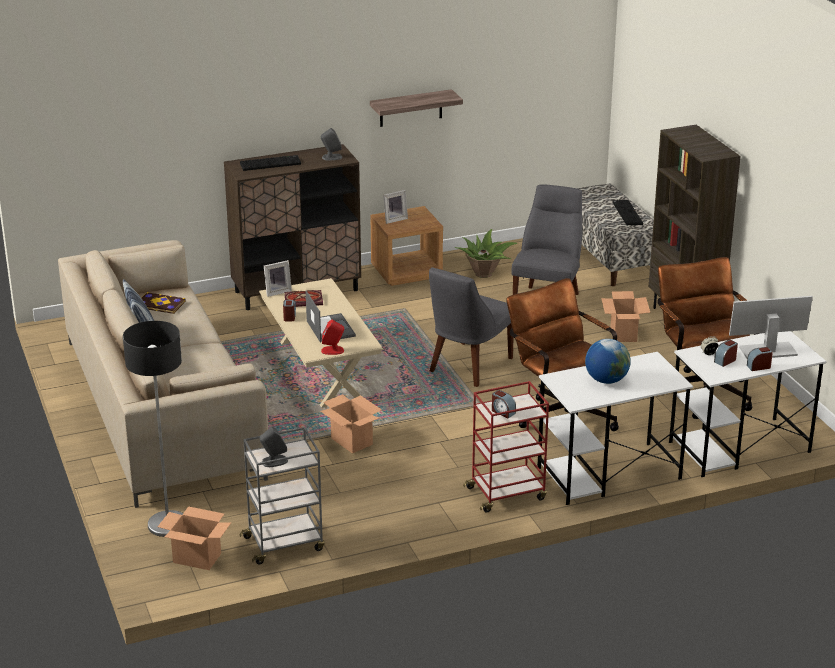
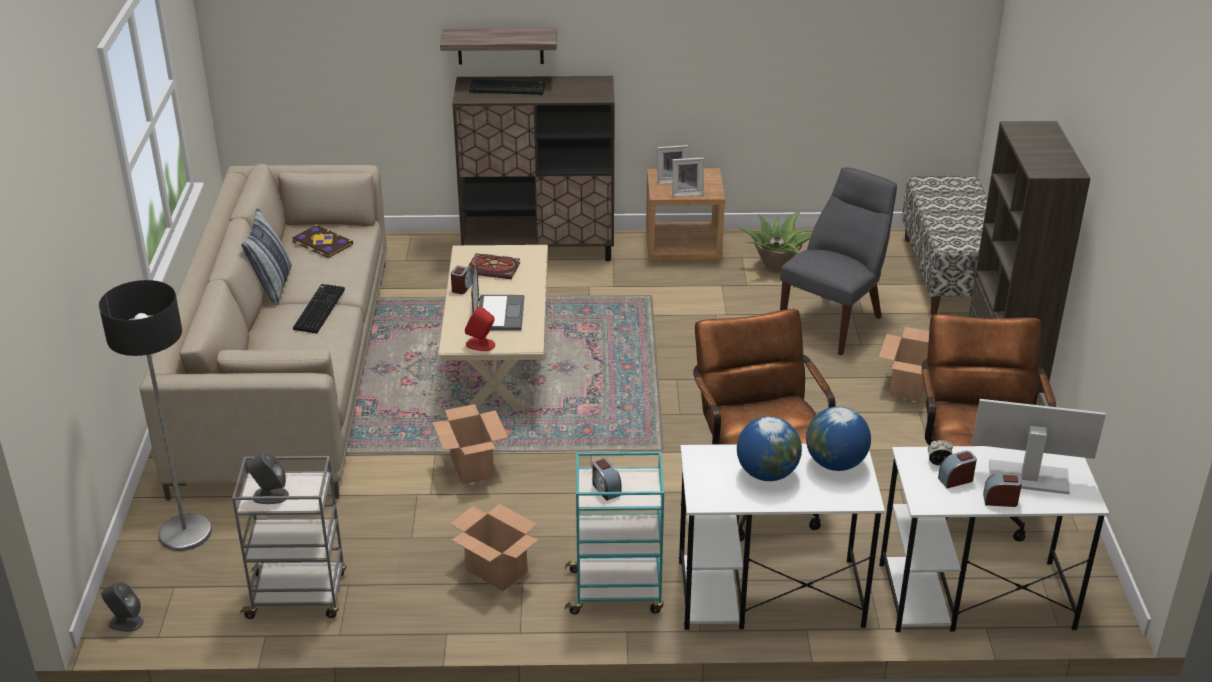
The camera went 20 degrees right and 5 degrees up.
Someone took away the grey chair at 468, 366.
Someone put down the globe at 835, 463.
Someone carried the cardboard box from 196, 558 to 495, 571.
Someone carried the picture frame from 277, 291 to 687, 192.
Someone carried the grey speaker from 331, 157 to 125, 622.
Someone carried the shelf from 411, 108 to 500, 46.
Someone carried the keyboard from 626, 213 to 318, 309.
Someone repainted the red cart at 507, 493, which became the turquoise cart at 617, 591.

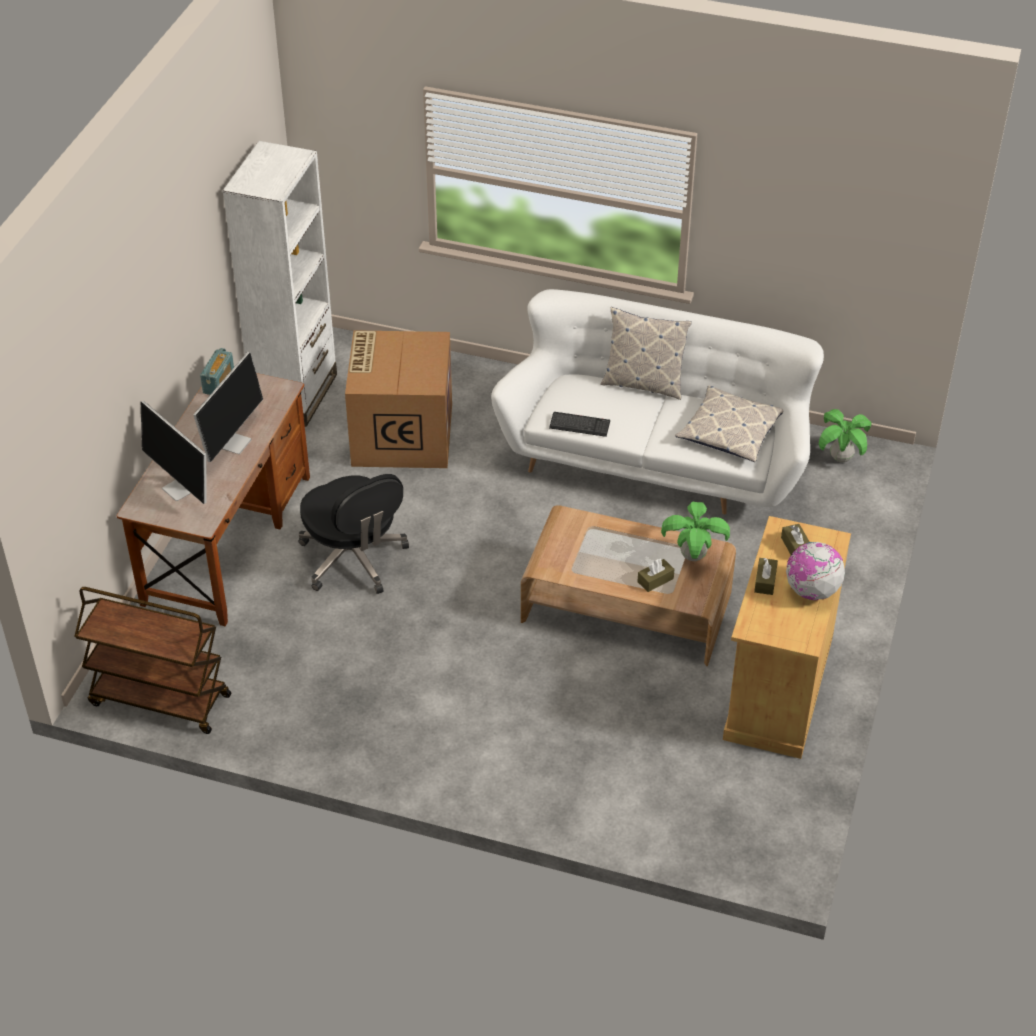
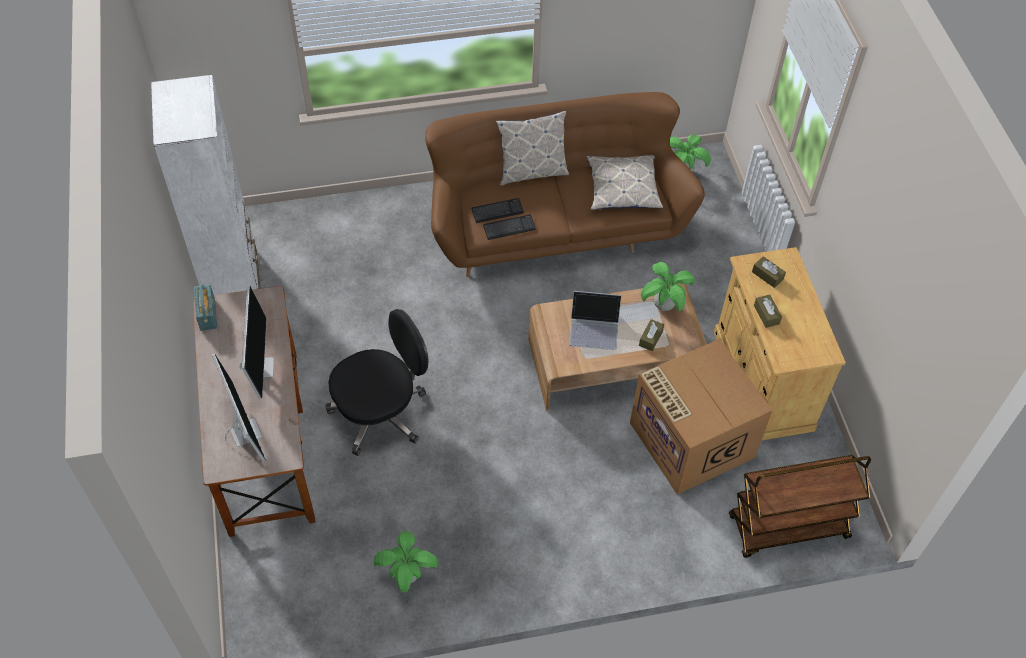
The camera went 30 degrees left and 10 degrees up.
Someone took away the globe at 811, 591.
Someone put down the potted plant at 408, 576.
Someone put down the keyboard at 497, 211.
Someone put down the laptop at 594, 328.
Someone carried the brown cart from 159, 700 to 787, 528.
Someone carried the cardboard box from 401, 433 to 689, 439.
Someone repainted the white sofa at 656, 459, which became the brown sofa at 555, 226.
Someone rotated the monitor at 181, 488 by 135 degrees counterclockwise.
Someone rotated the black office chair at 354, 559 by 60 degrees counterclockwise.

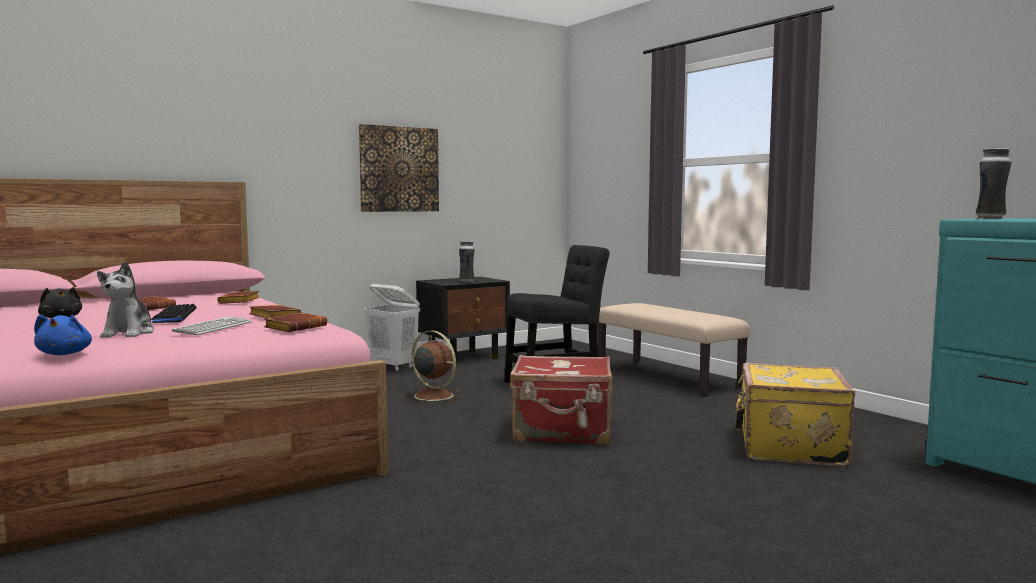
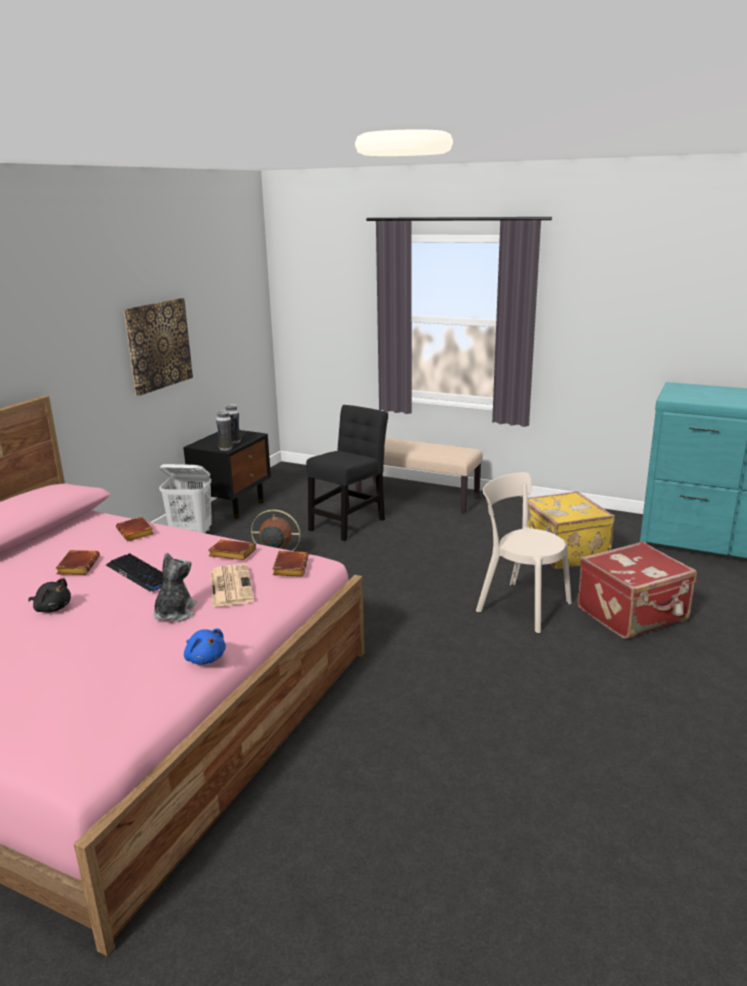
The camera went 30 degrees left and 15 degrees up.
Someone put down the beige chair at 519, 605.
Someone carried the red suitcase from 563, 432 to 633, 615.
Someone carried the vase from 991, 218 to 226, 449.
Someone swapped the keyboard at 213, 327 for the newspaper at 230, 586.
Someone rotated the plush toy at 129, 333 by 135 degrees counterclockwise.

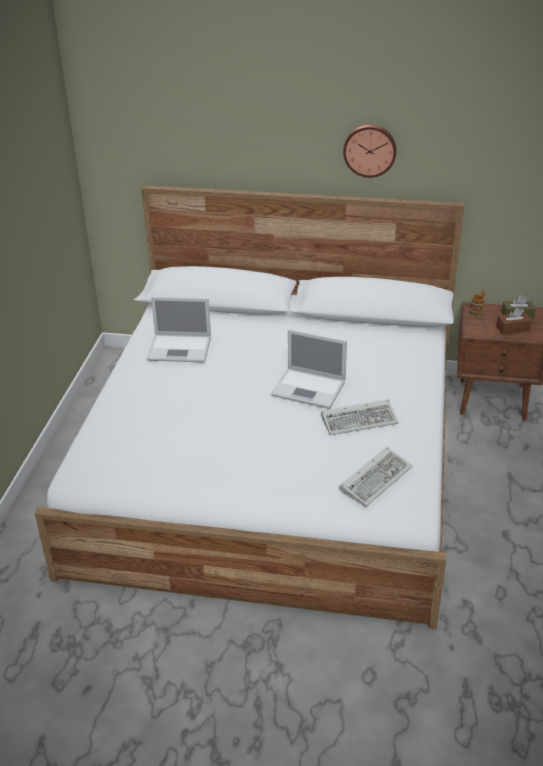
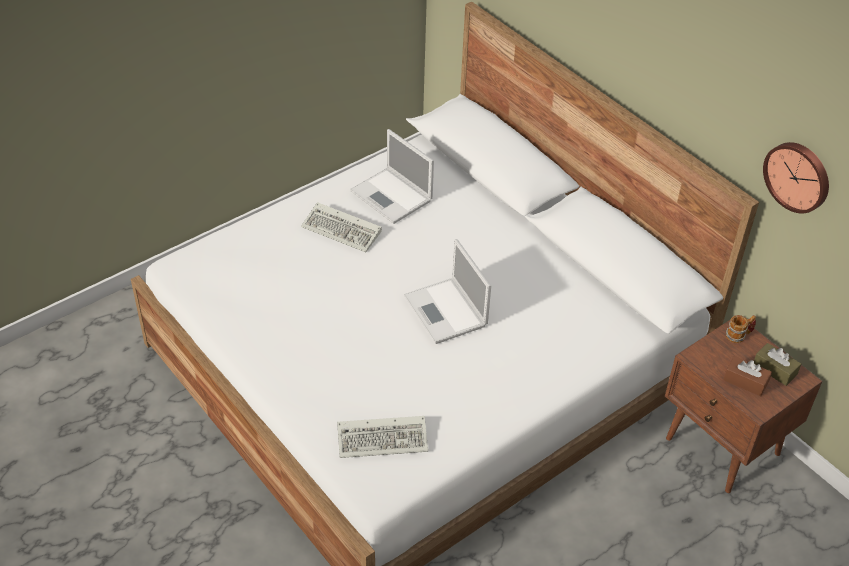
The camera went 40 degrees right and 10 degrees up.
Someone carried the keyboard from 360, 419 to 343, 230.
Someone carried the wall clock from 370, 150 to 798, 176.

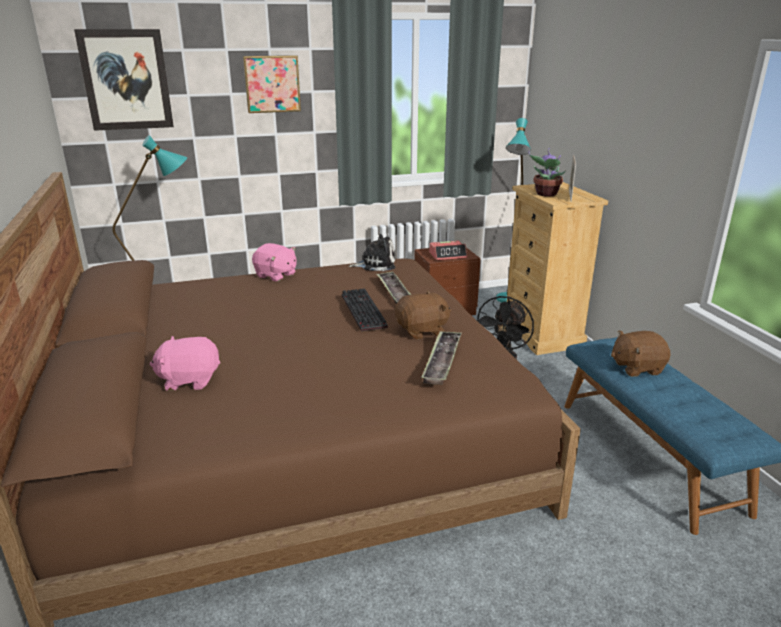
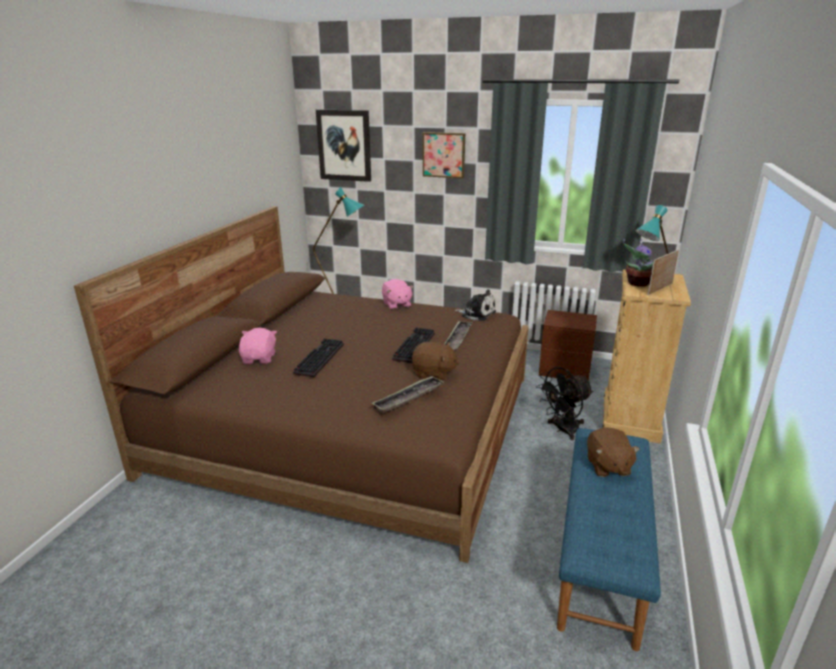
The camera went 35 degrees right and 0 degrees up.
Someone took away the alarm clock at 448, 255.
Someone put down the keyboard at 318, 358.
Someone rotated the pink plush toy at 189, 380 by 60 degrees clockwise.
Someone rotated the brown plush toy at 636, 367 by 120 degrees counterclockwise.

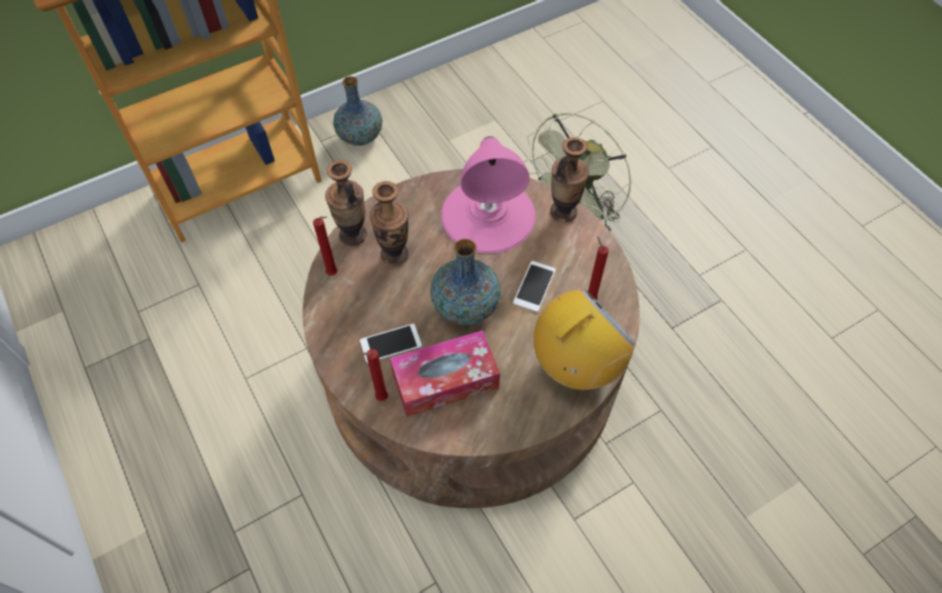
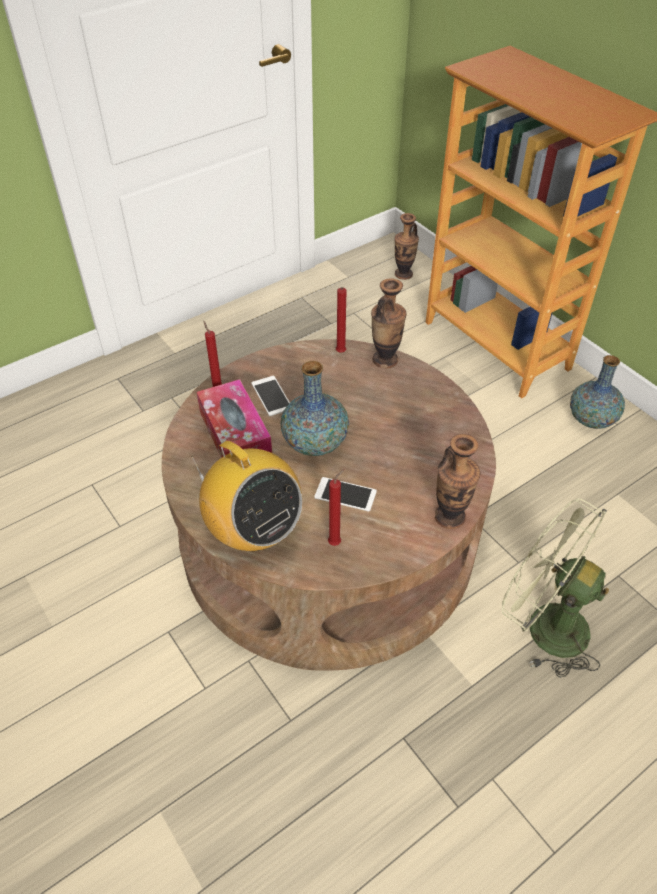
The camera went 85 degrees right and 10 degrees down.
Someone took away the pink table lamp at 488, 215.
Someone carried the vase from 394, 254 to 403, 274.

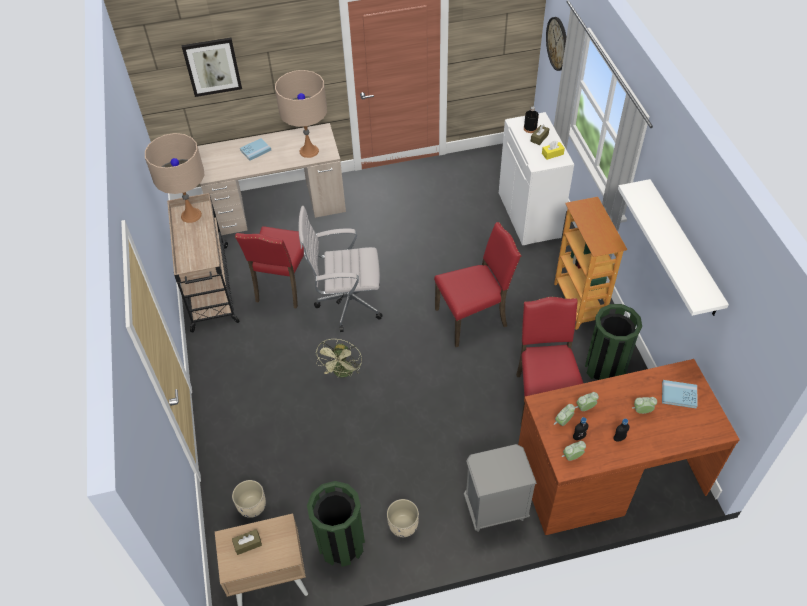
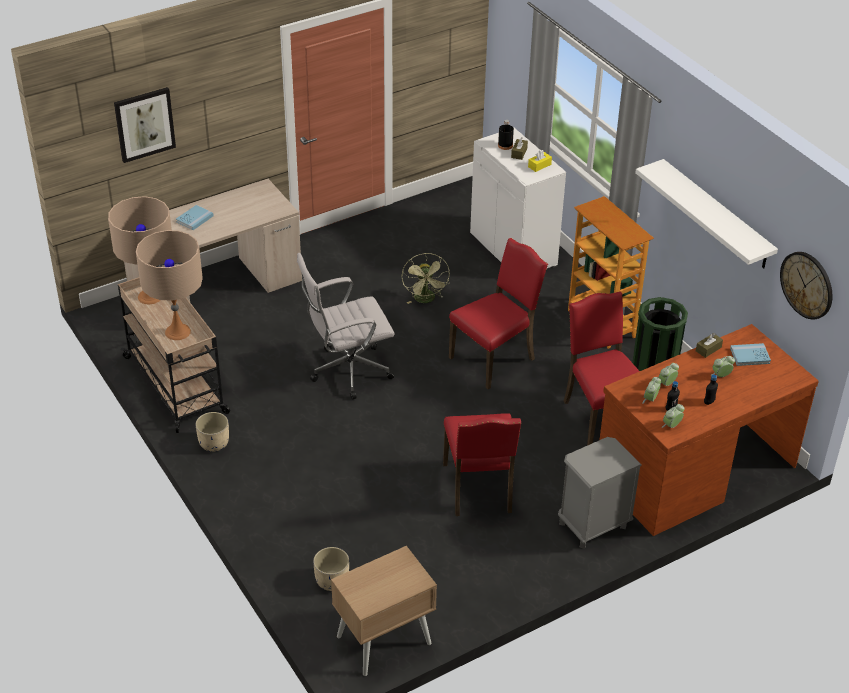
The camera went 20 degrees left and 10 degrees down.
Someone took away the green trash can at 341, 543.
Someone carried the brown tissue box from 247, 544 to 708, 349.
Someone carried the red chair from 283, 285 to 479, 489.
Someone carried the beige table lamp from 309, 151 to 177, 332.
Someone carried the green fan from 343, 373 to 426, 300.
Someone carried the beige planter from 403, 525 to 213, 443.
Someone carried the wall clock from 557, 43 to 807, 285.

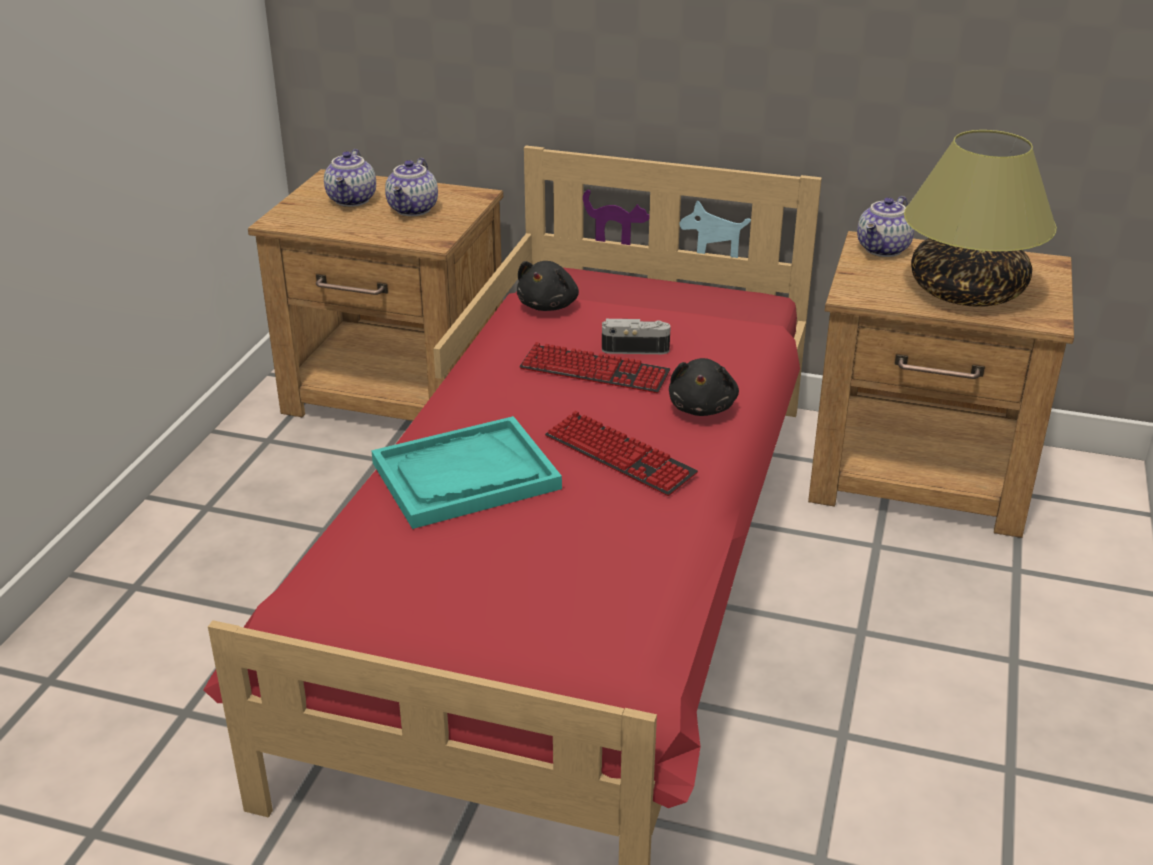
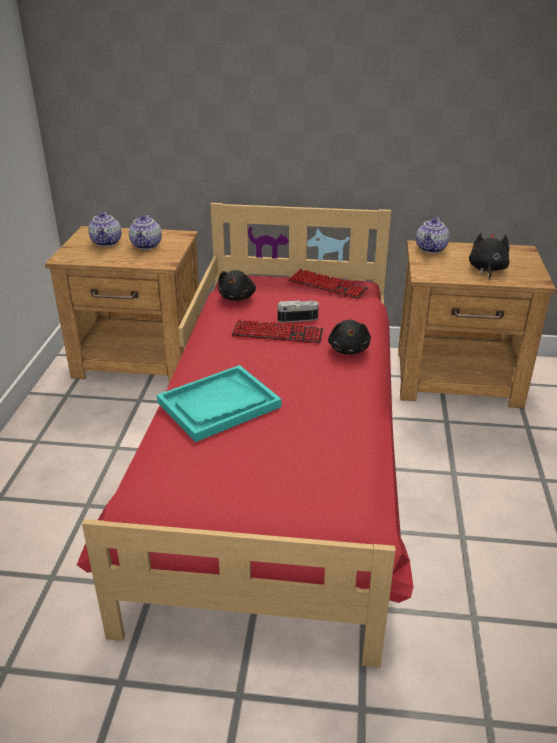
The camera went 10 degrees left and 0 degrees up.
Someone carried the keyboard from 619, 456 to 327, 286.
Someone swapped the table lamp at 965, 293 for the black plush toy at 487, 269.

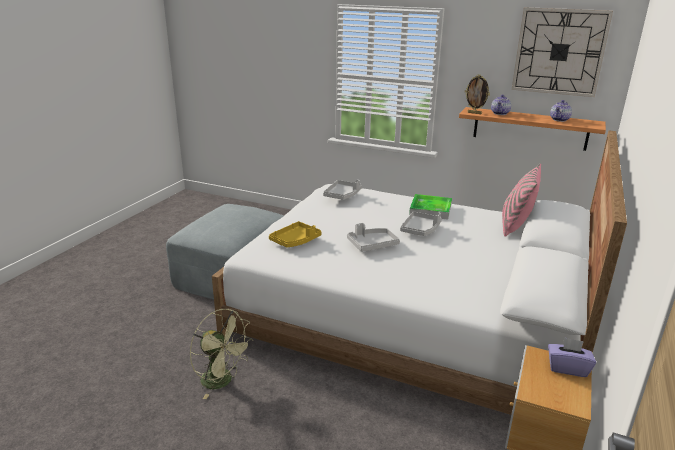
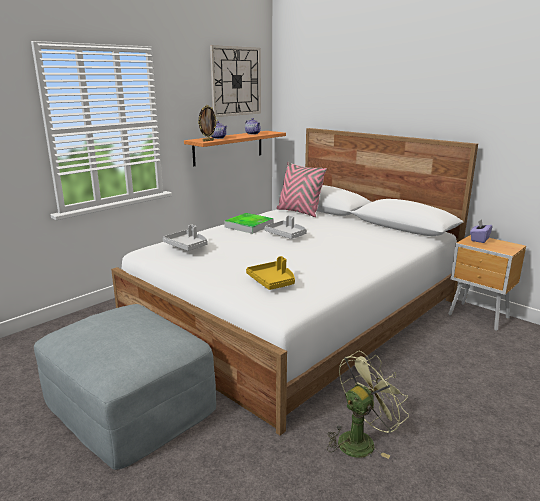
The camera went 70 degrees left and 5 degrees down.
Someone took away the grey tray at 372, 245.

